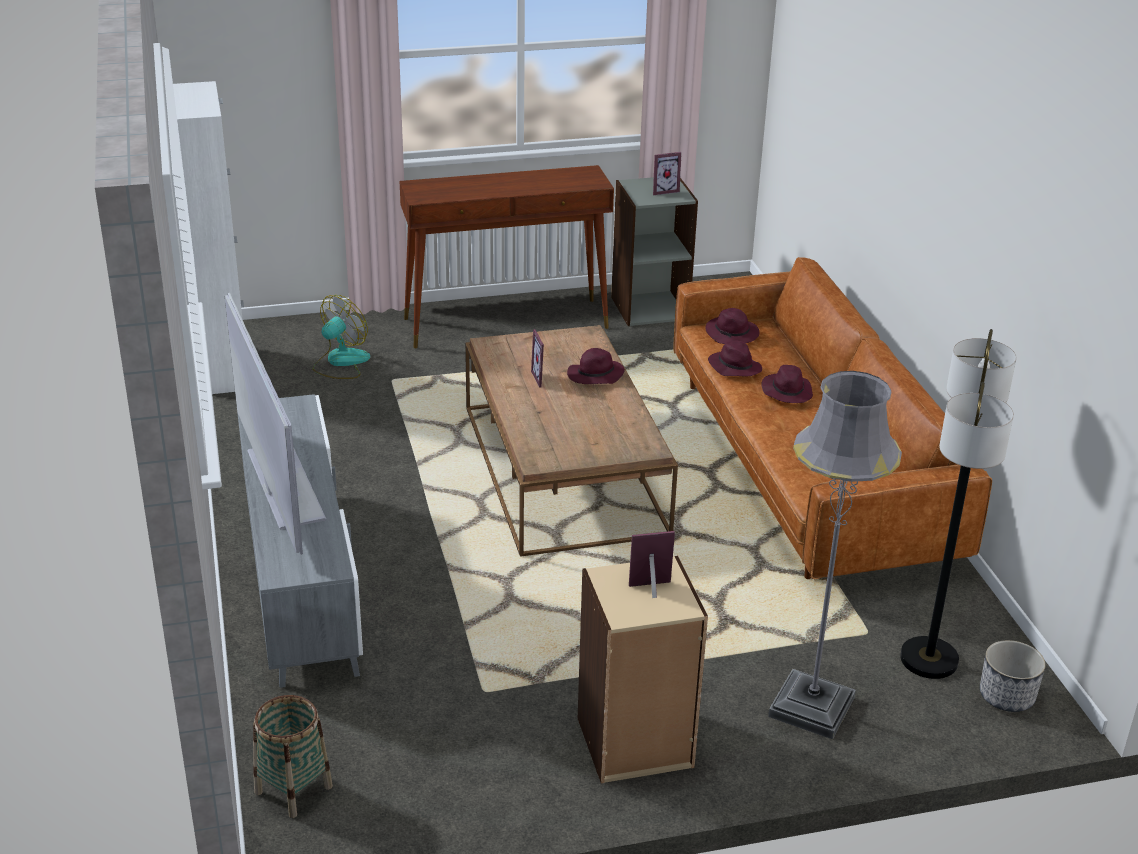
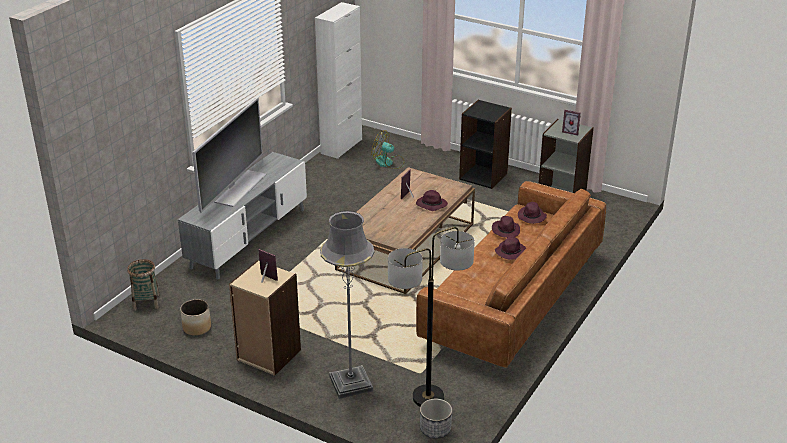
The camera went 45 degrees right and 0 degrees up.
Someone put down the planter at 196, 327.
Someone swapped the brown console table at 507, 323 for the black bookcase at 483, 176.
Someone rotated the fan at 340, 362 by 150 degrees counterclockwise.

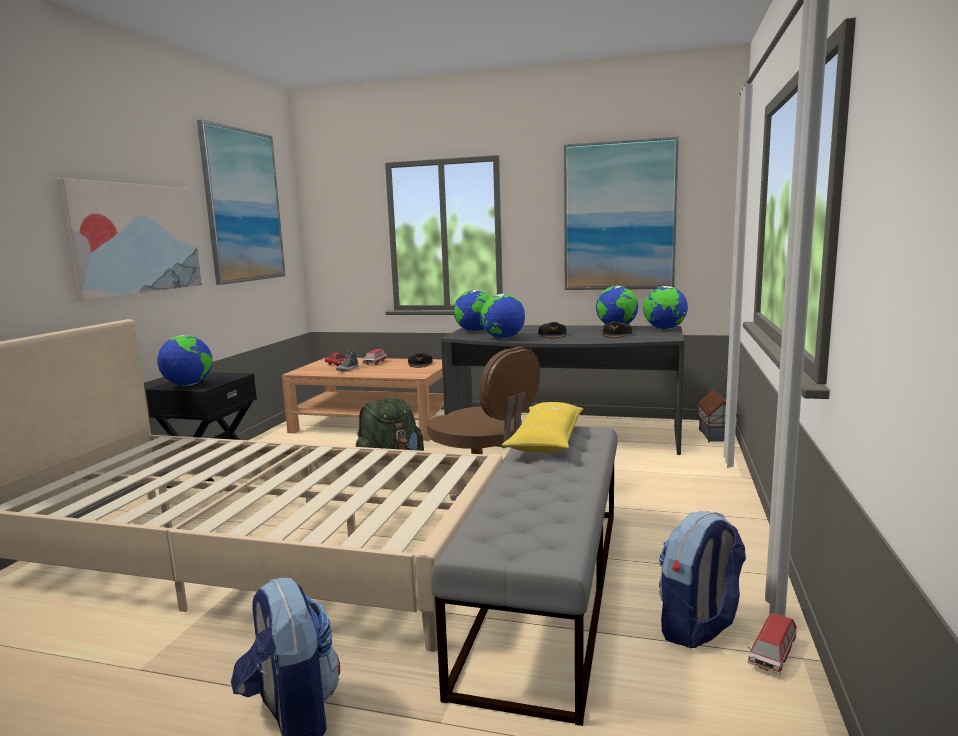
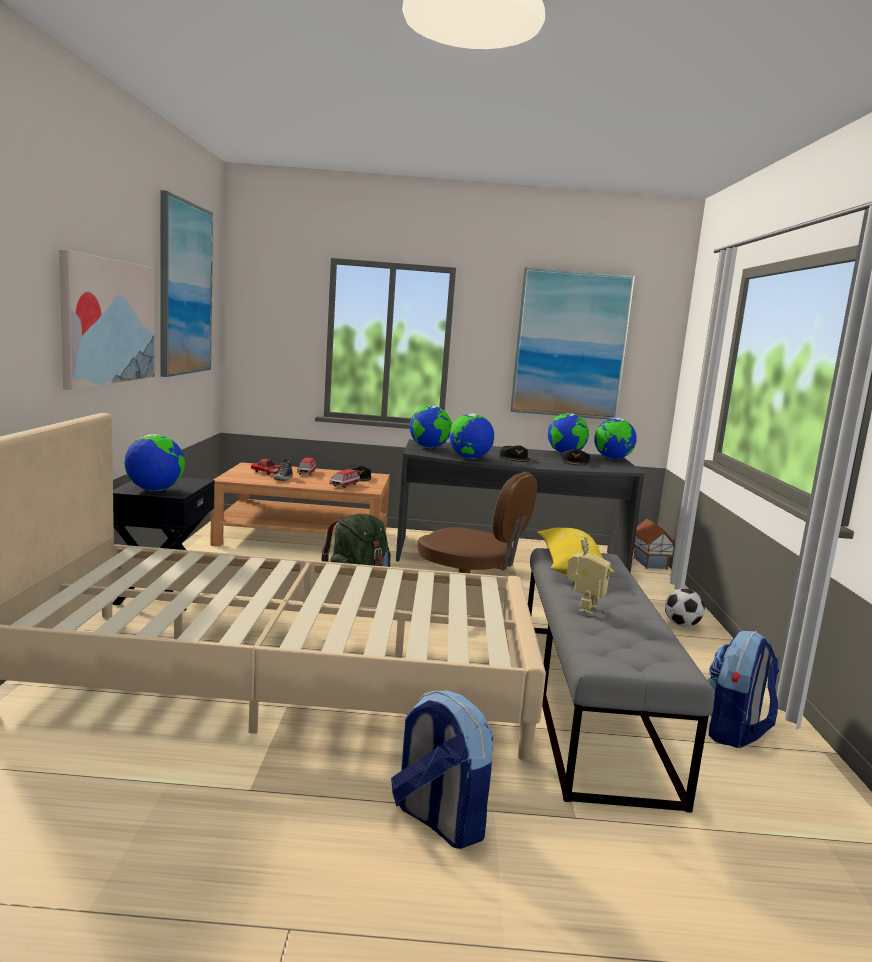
The camera went 15 degrees left and 0 degrees up.
Someone put down the toy robot at 583, 608.
Someone put down the football at 681, 625.
Someone carried the toy car from 772, 655 to 344, 485.

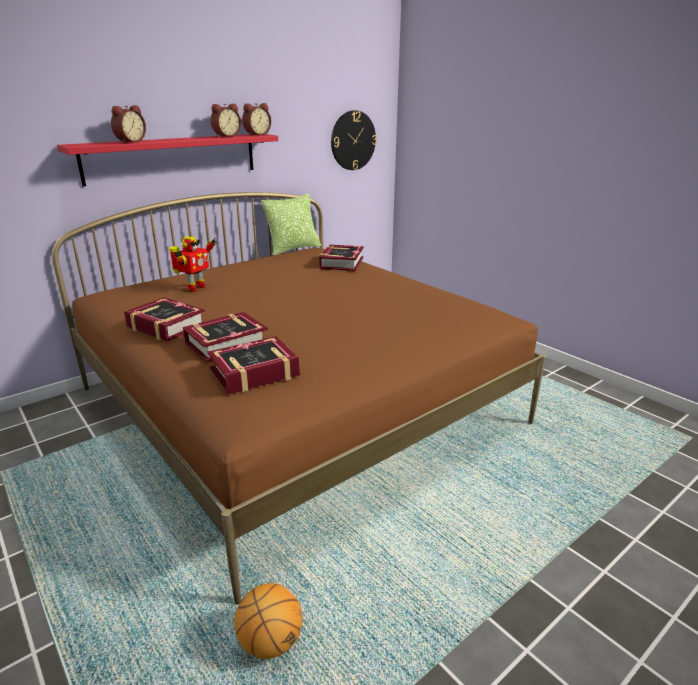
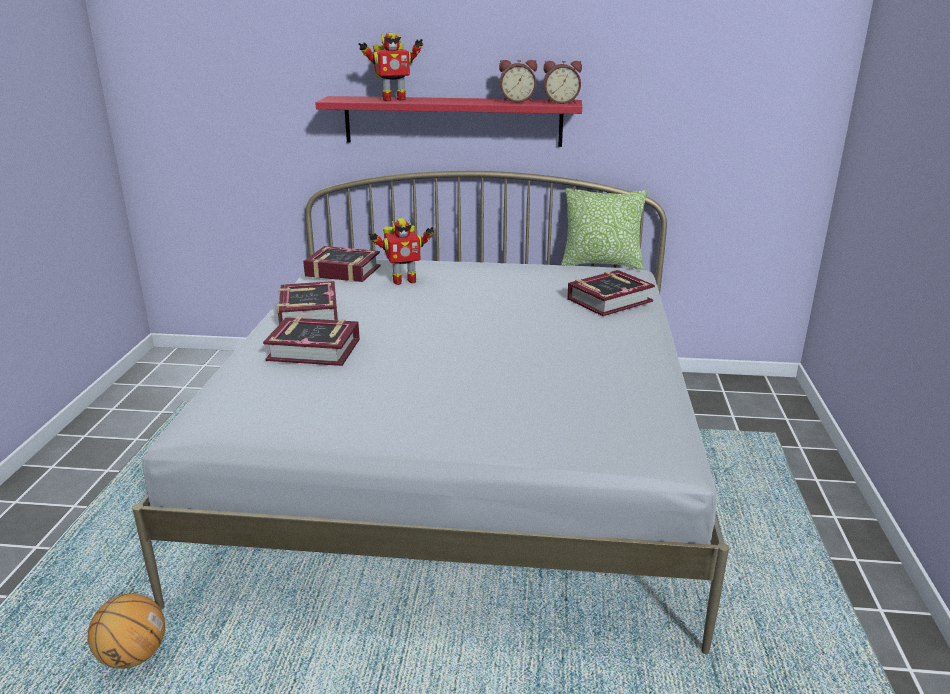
The camera went 45 degrees right and 0 degrees up.
Someone took away the wall clock at 353, 140.
Someone carried the book from 254, 372 to 343, 271.
Someone swapped the alarm clock at 130, 142 for the toy robot at 393, 99.
Someone repainted the brown bed at 296, 405, which became the white bed at 460, 463.

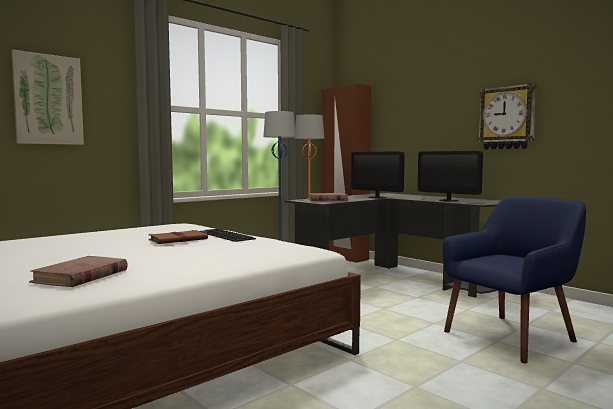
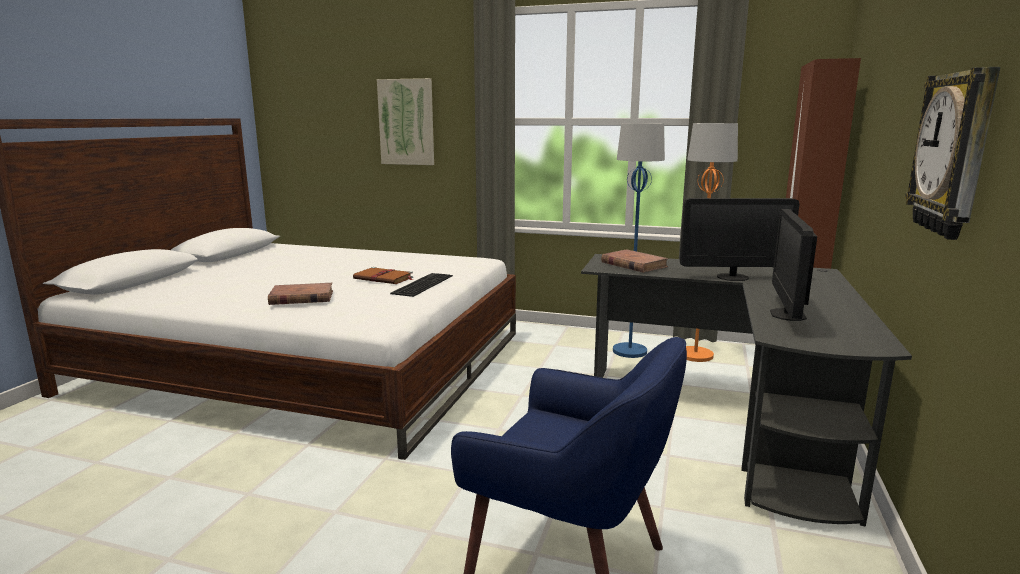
The camera went 60 degrees right and 10 degrees up.
Someone carried the brown book from 81, 276 to 301, 298.
Someone rotated the monitor at 377, 197 by 105 degrees counterclockwise.

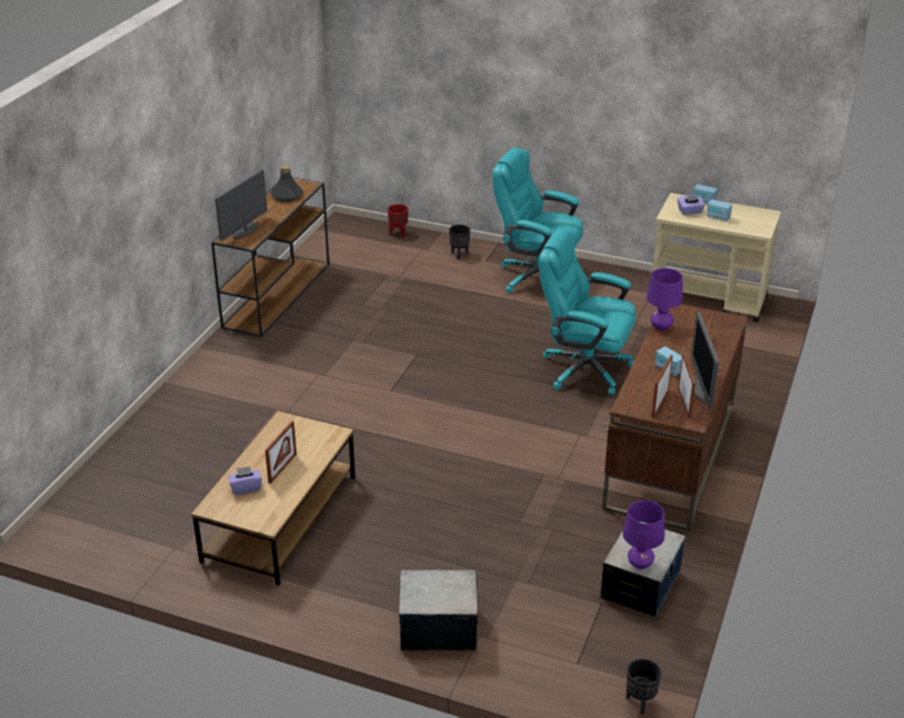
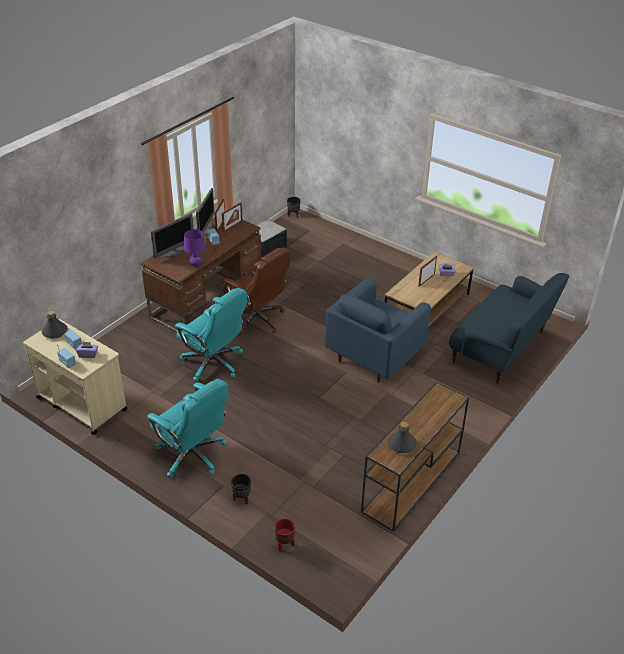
The camera went 165 degrees left and 5 degrees up.
Someone took away the storage box at 438, 628.
Someone took away the purple table lamp at 640, 564.
Someone put down the grey bottle at 55, 332.
Someone put down the brown office chair at 257, 319.
Someone put down the blue armchair at 375, 356.
Someone put down the blue sofa at 500, 348.
Someone carried the monitor from 245, 231 to 174, 252.

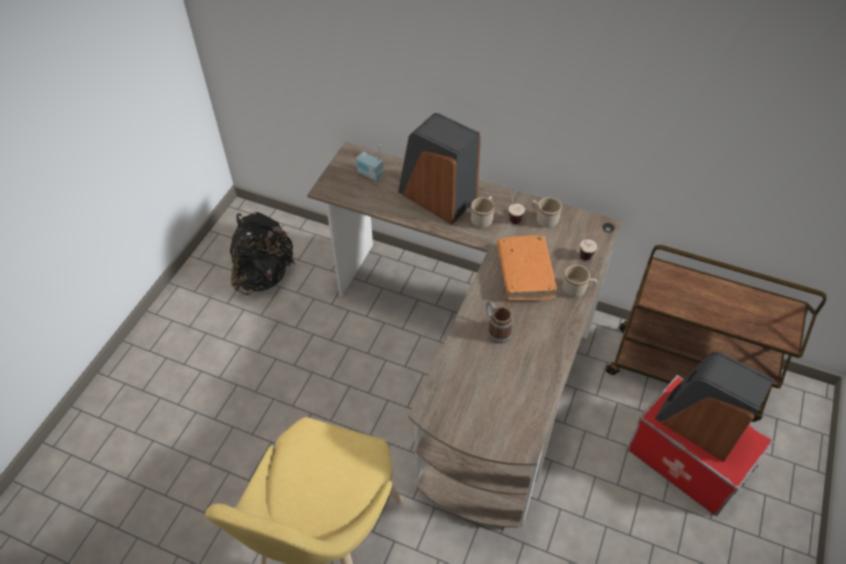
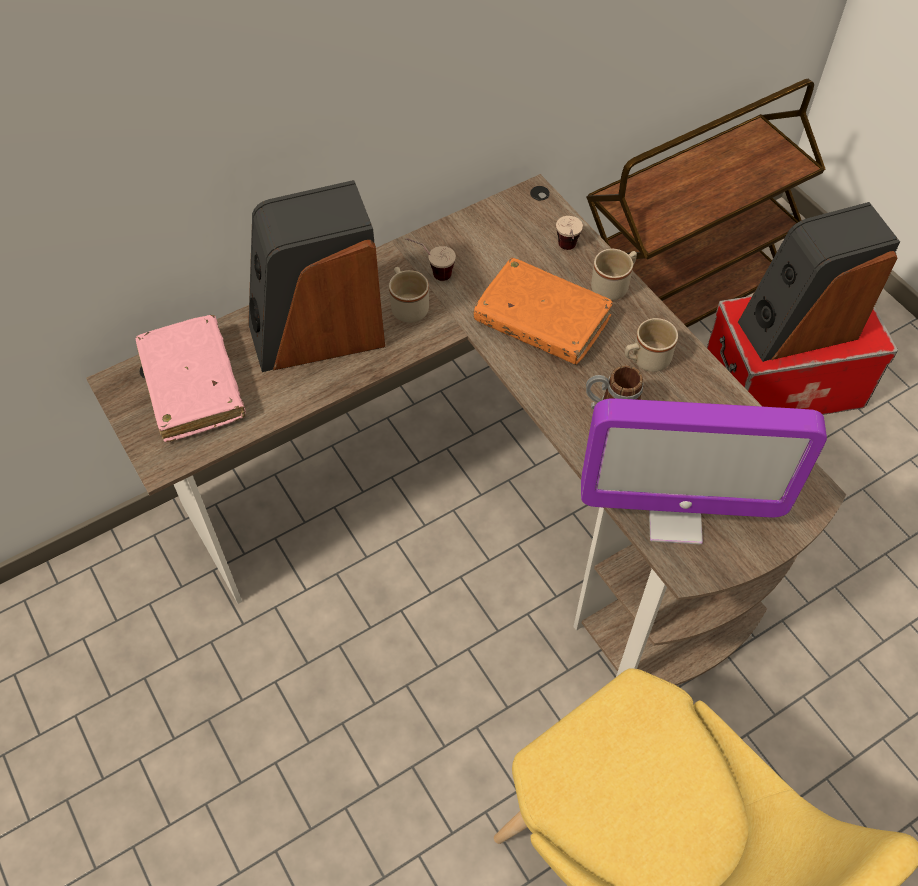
The camera went 55 degrees left and 5 degrees up.
Someone took away the black backpack at 264, 275.
Someone put down the monitor at 674, 518.
Someone carried the beige mug from 544, 219 to 645, 360.
Someone swapped the radio at 370, 175 for the pink book at 193, 386.

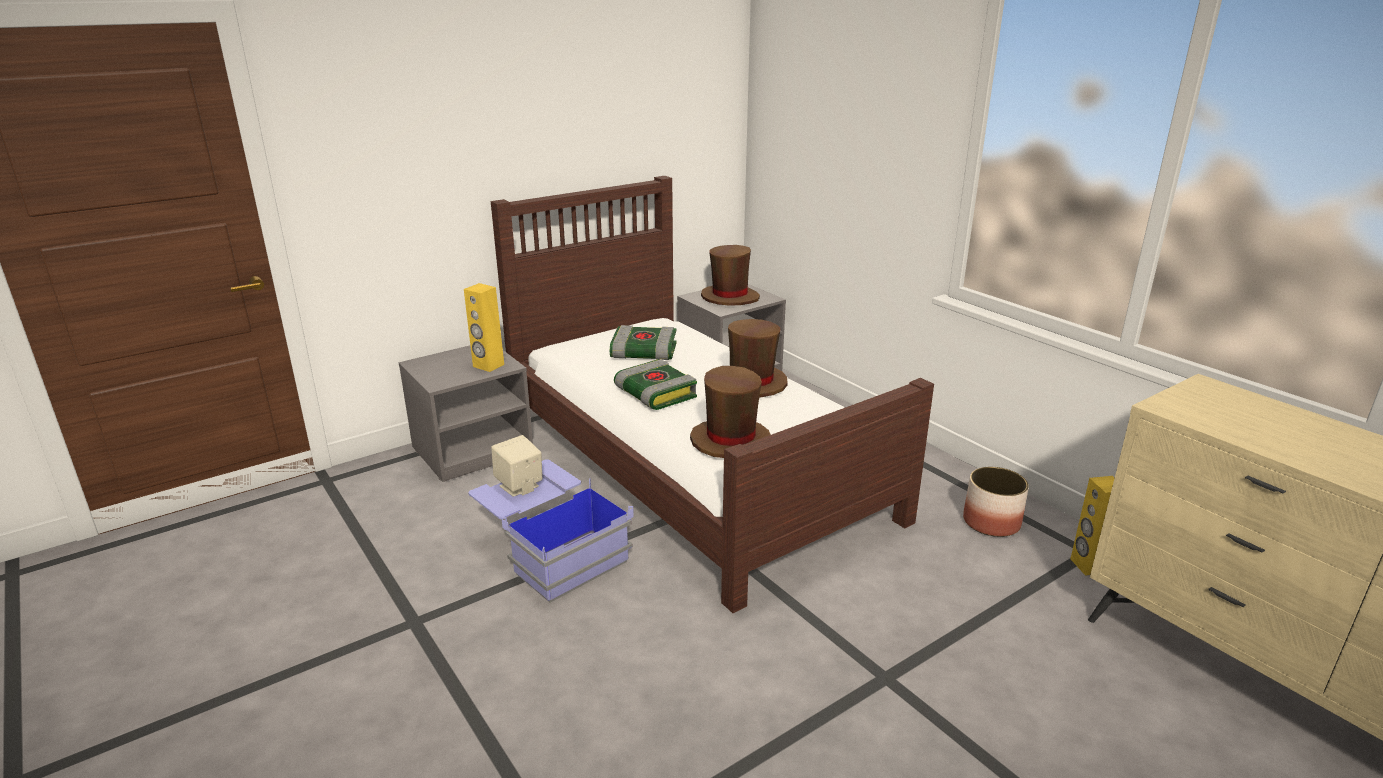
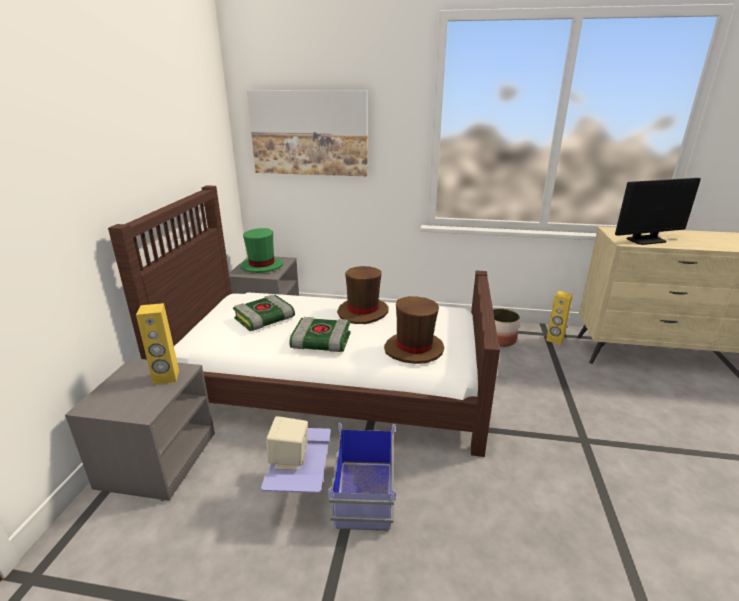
The camera went 45 degrees left and 0 degrees up.
Someone put up the picture at 309, 133.
Someone put down the monitor at 646, 240.
Someone repainted the brown hat at 729, 297, which became the green hat at 262, 266.

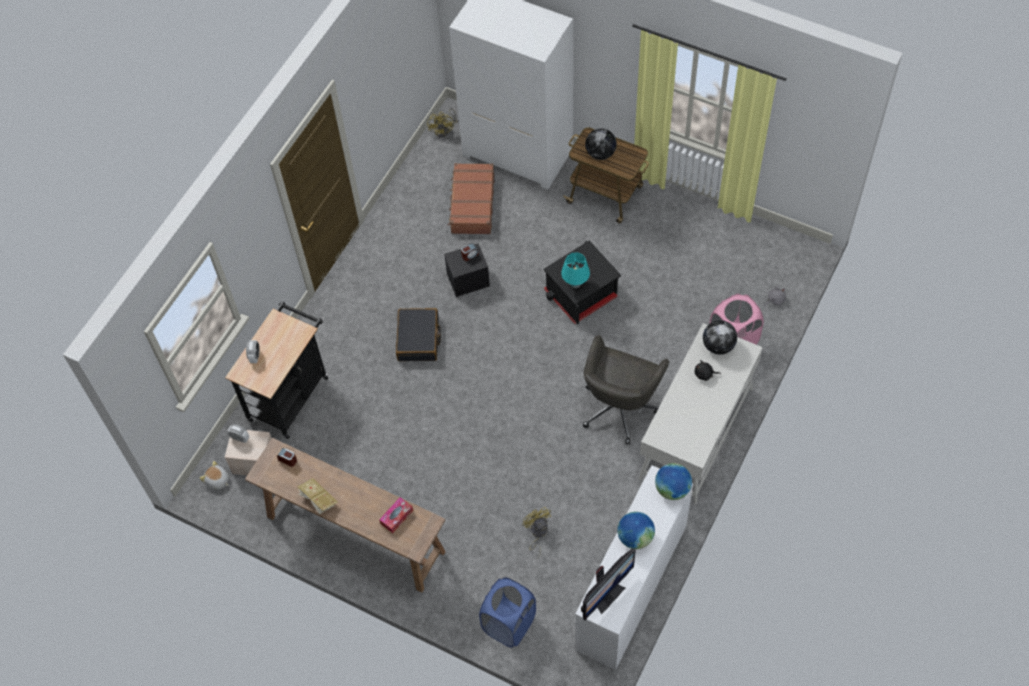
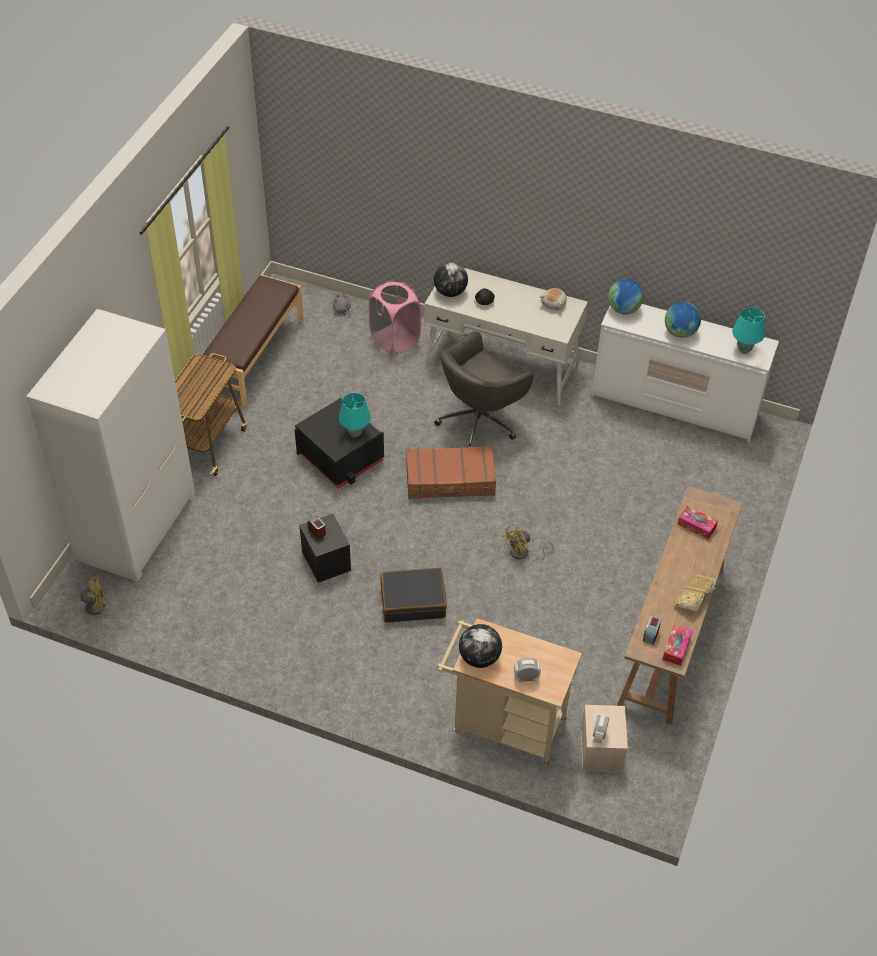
The camera went 100 degrees left and 10 degrees down.
Someone took away the blue laundry basket at 509, 624.
Someone put down the brown bench at 255, 357.
Someone put down the tissue box at 676, 648.
Someone carried the plush toy from 217, 480 to 554, 304.
Someone carried the brown suitcase from 472, 204 to 450, 480.
Someone carried the yellow fan from 537, 533 to 523, 553.
Someone carried the globe from 600, 154 to 479, 658.
Someone swapped the monitor at 606, 595 for the turquoise table lamp at 743, 350.
Someone repainted the black cart at 291, 394, which became the beige cart at 503, 724.
Someone rotated the grey office chair at 620, 406 by 120 degrees clockwise.

